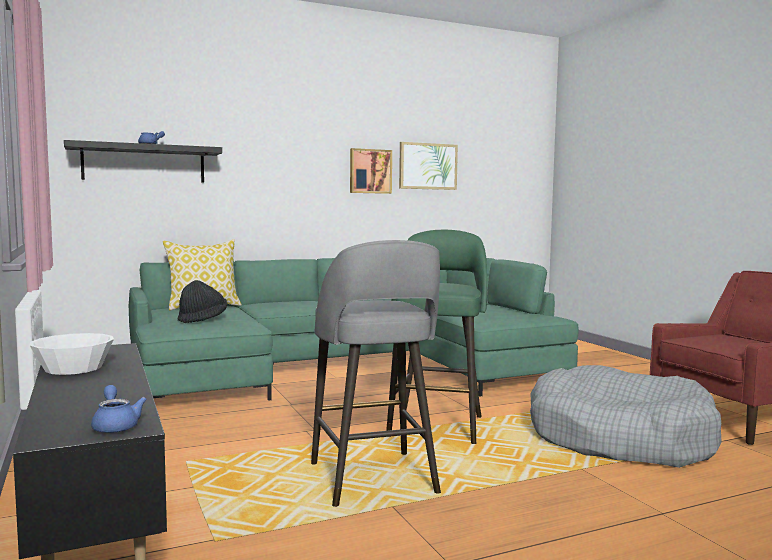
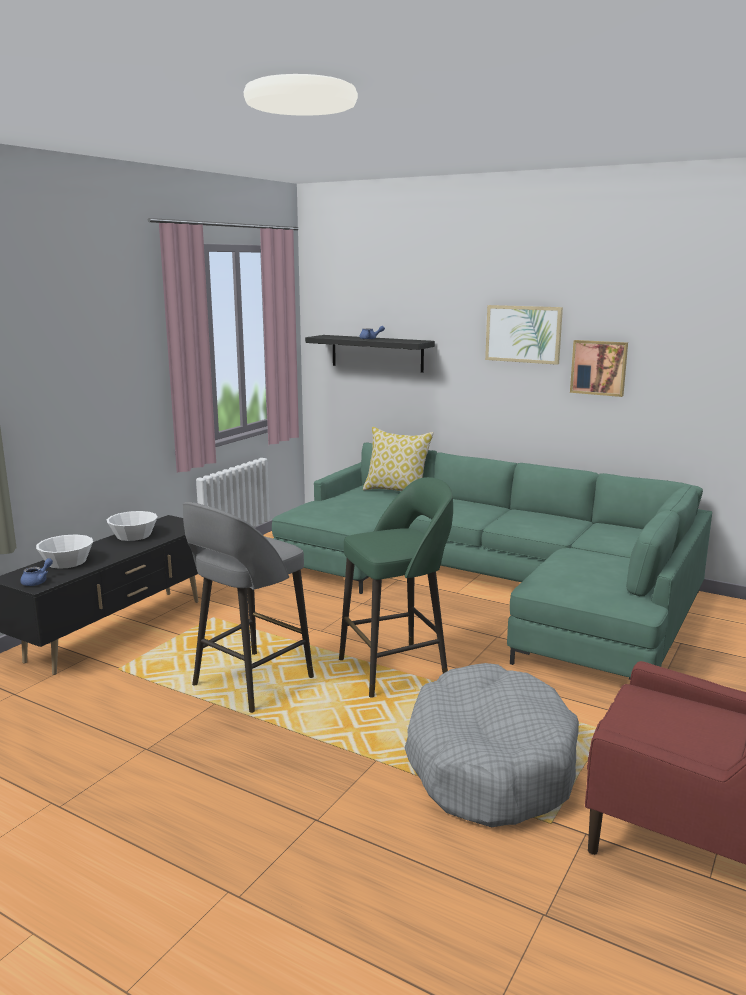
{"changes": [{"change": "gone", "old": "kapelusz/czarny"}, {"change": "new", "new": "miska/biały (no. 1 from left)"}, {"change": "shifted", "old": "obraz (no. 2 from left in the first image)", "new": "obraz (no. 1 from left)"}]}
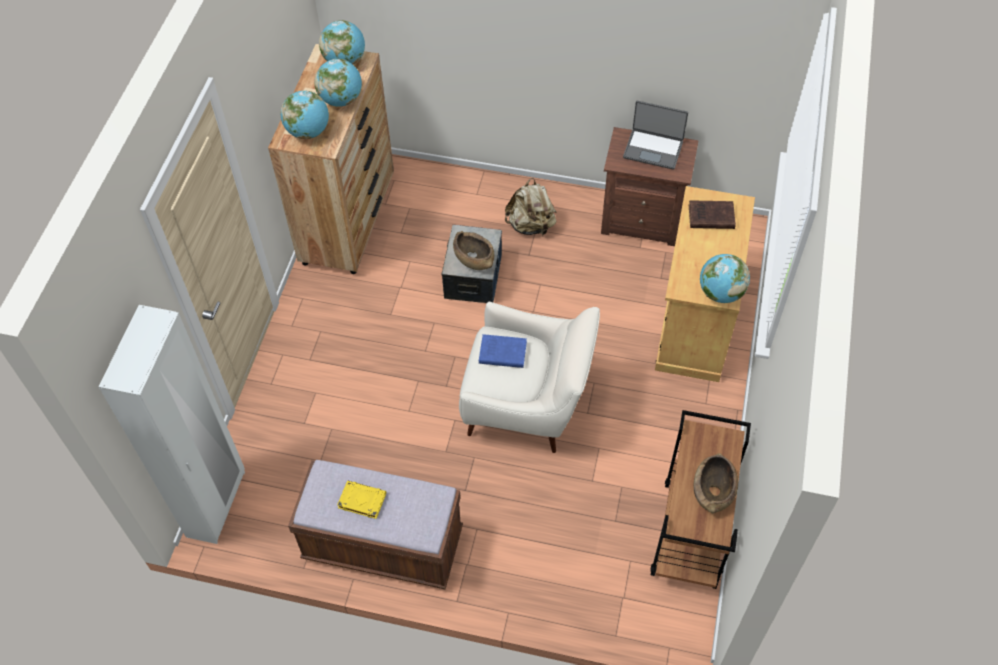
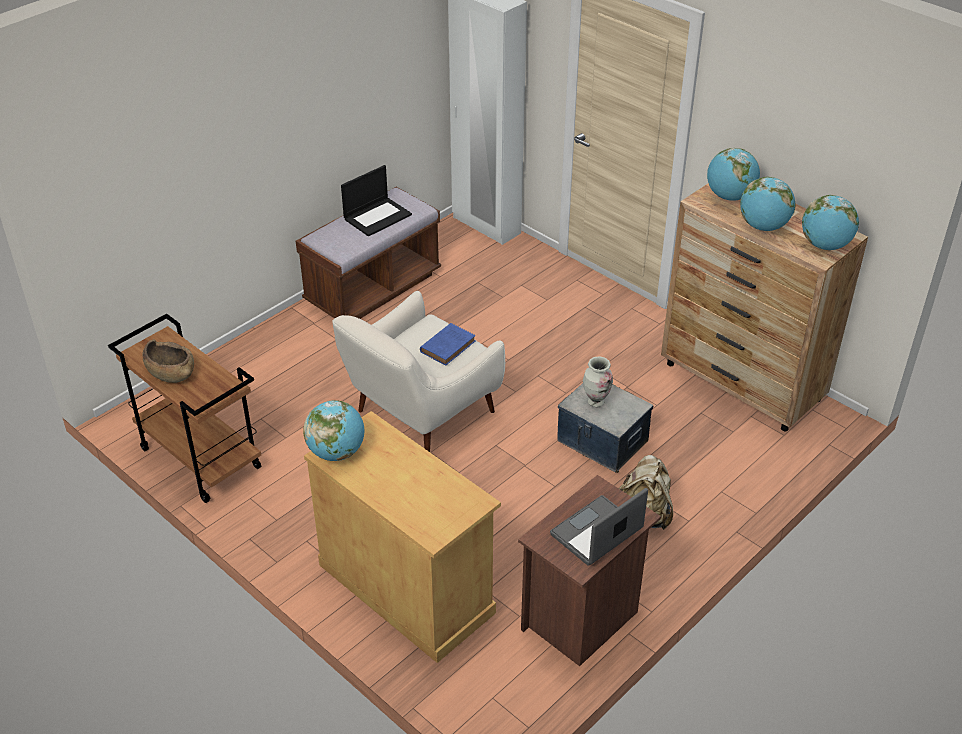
{"changes": [{"change": "gone", "old": "książka/brązowy"}, {"change": "swapped", "old": "książka/żółty", "new": "laptop (no. 1 from left)"}, {"change": "swapped", "old": "miska/brązowy (no. 1 from left)", "new": "wazon"}]}
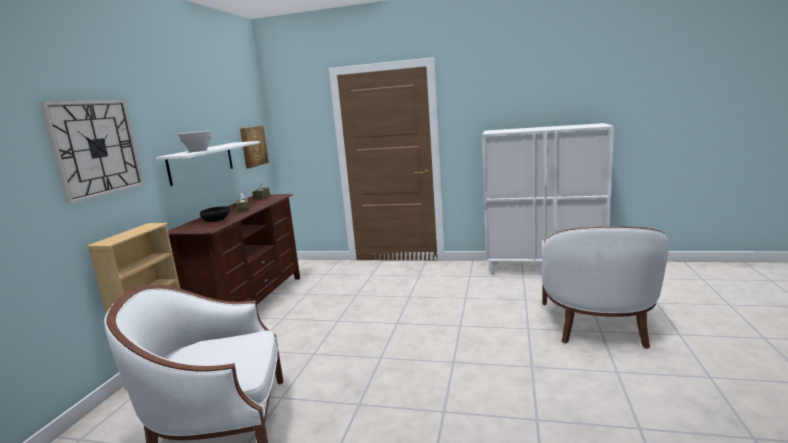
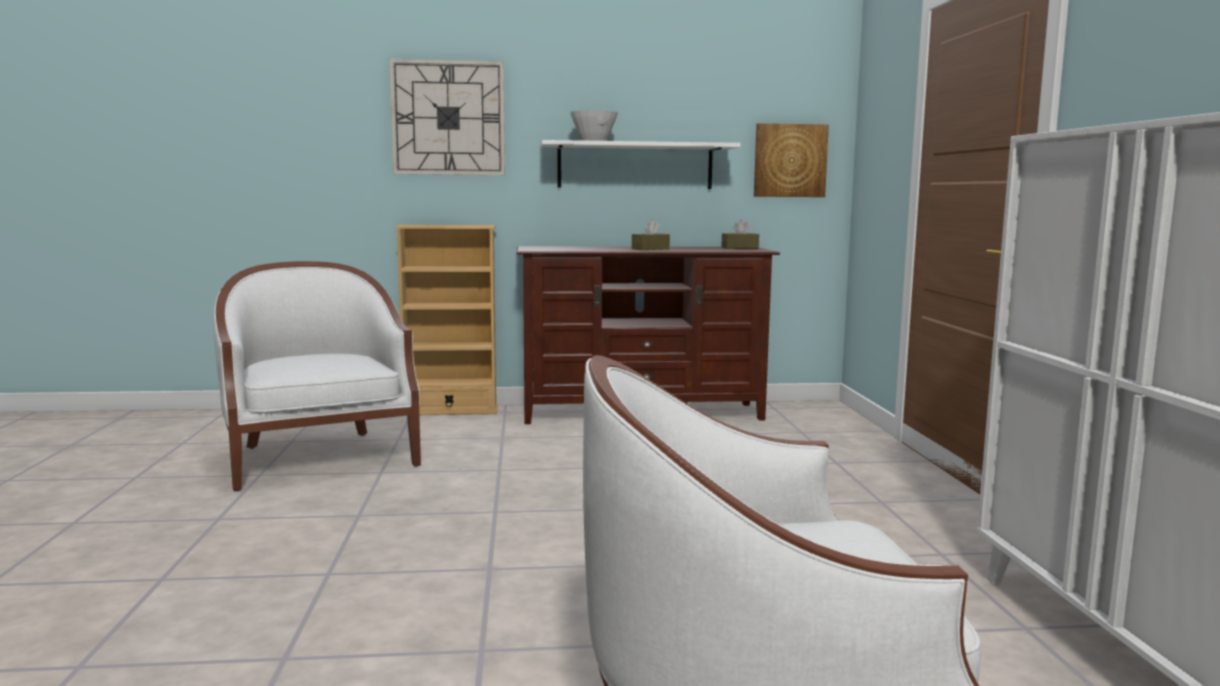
{"changes": [{"change": "gone", "old": "miska/czarny"}]}
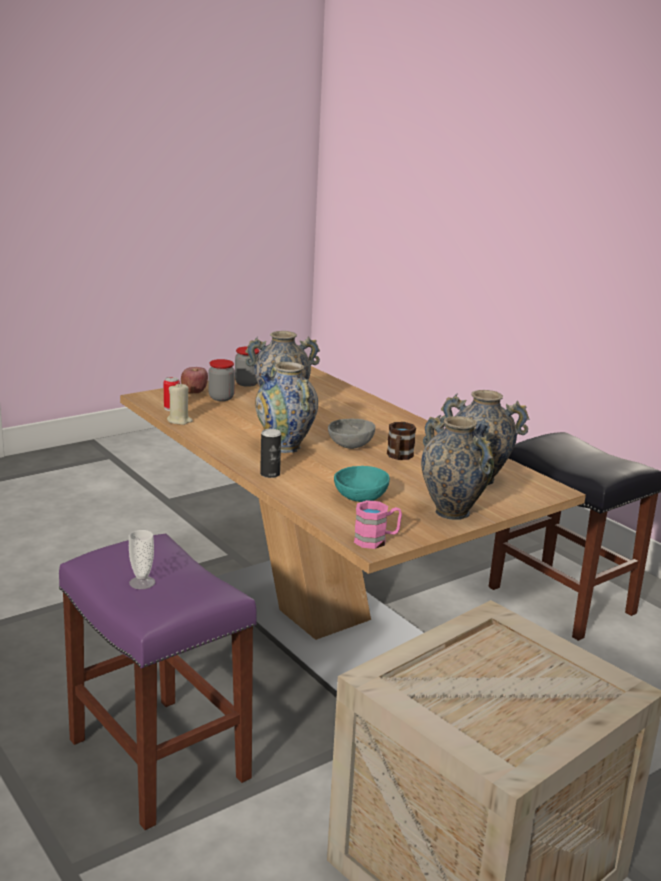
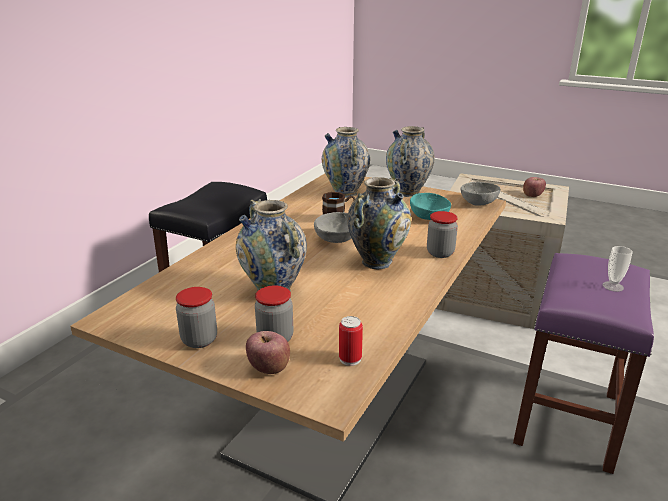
{"changes": [{"change": "gone", "old": "świeca/beżowy"}, {"change": "new", "new": "jabłko (no. 2 from left)"}, {"change": "swapped", "old": "puszka (no. 2 from left)", "new": "słoik (no. 3 from left)"}, {"change": "swapped", "old": "kubek/różowy", "new": "miska/szary (no. 2 from left)"}]}
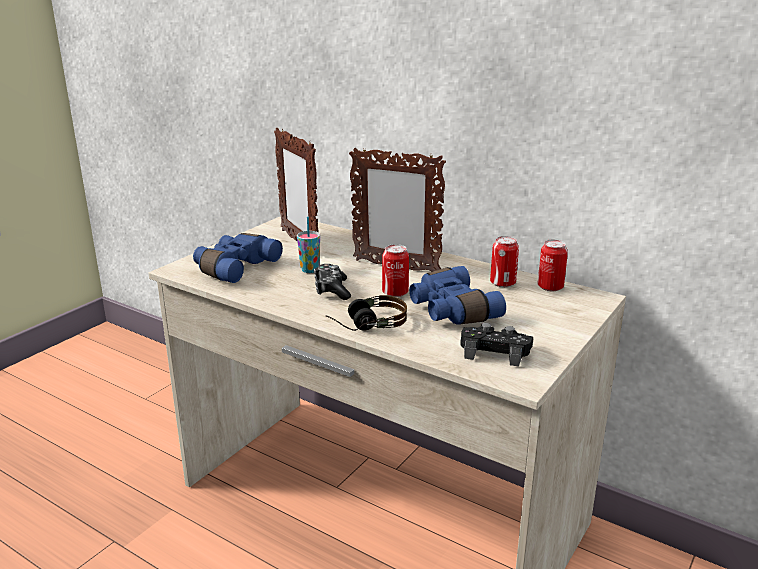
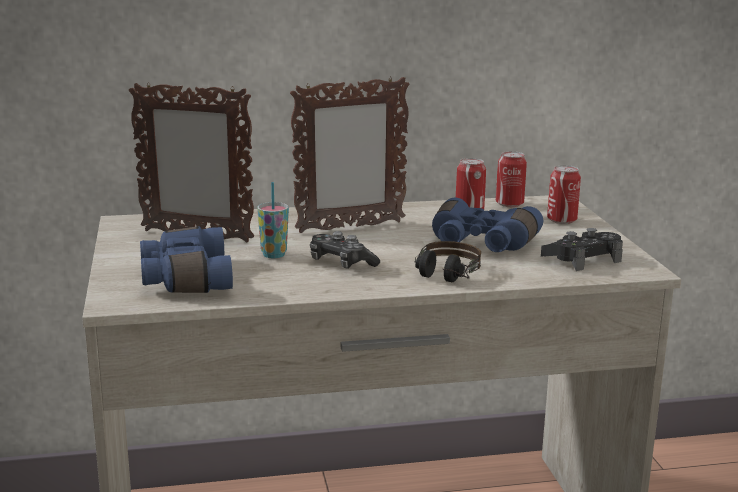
{"changes": [{"change": "shifted", "old": "puszka (no. 1 from left in the first image)", "new": "puszka (no. 3 from left)"}]}
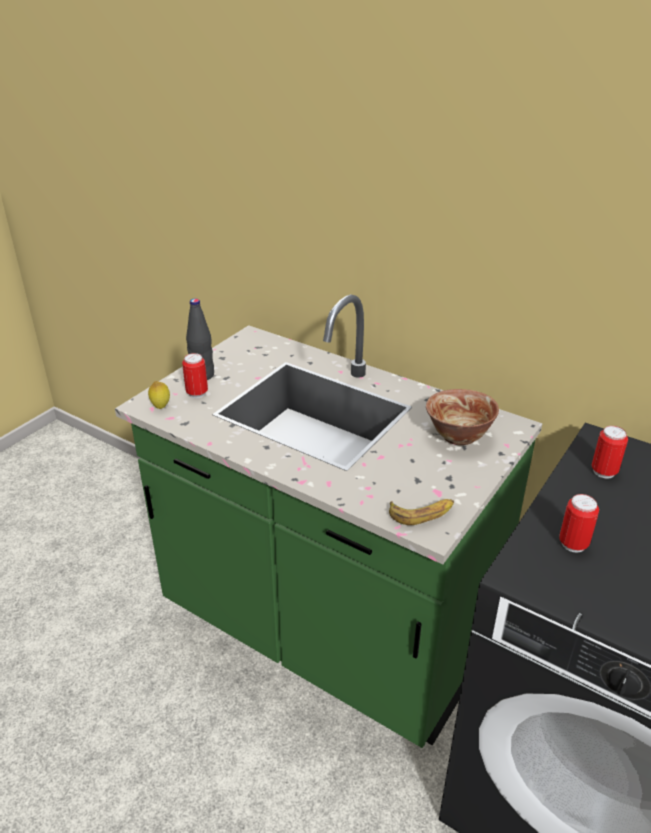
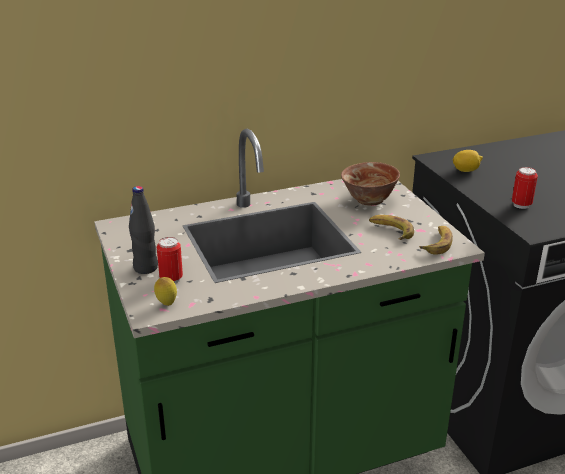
{"changes": [{"change": "new", "new": "banan (no. 1 from left)"}, {"change": "swapped", "old": "puszka (no. 3 from left)", "new": "cytryna (no. 2 from left)"}]}
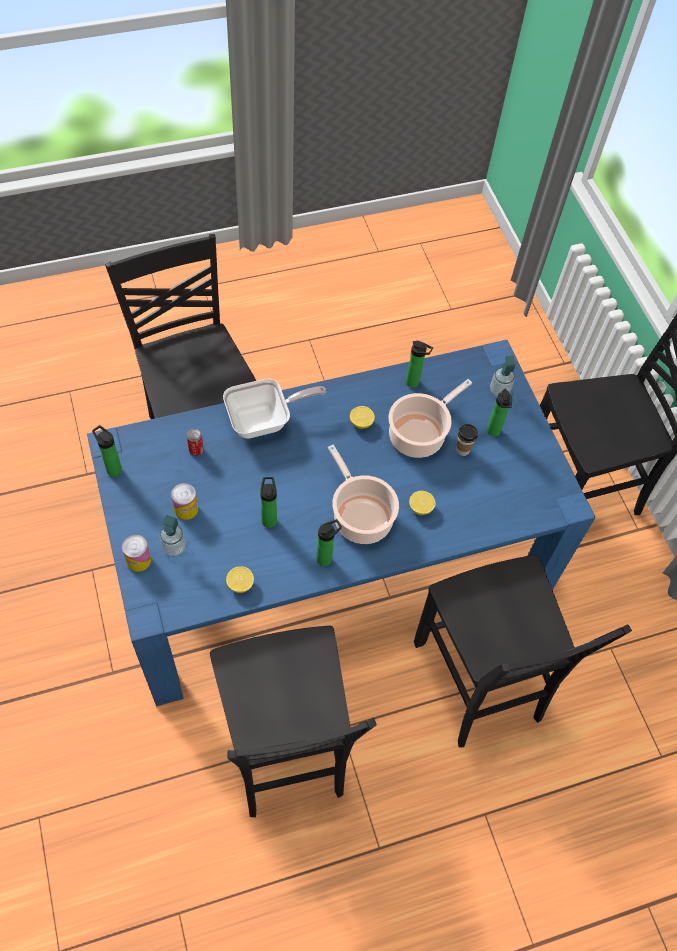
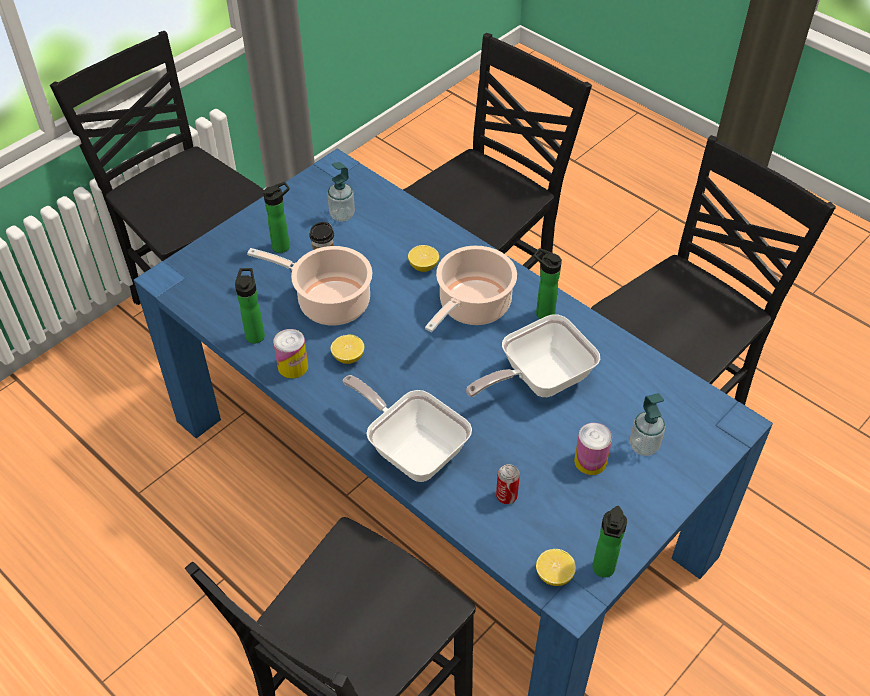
{"changes": [{"change": "shifted", "old": "puszka (no. 1 from left)"}, {"change": "shifted", "old": "cytryna (no. 1 from left in the first image)", "new": "cytryna (no. 3 from left)"}, {"change": "shifted", "old": "dozownik mydła (no. 2 from left in the first image)", "new": "dozownik mydła (no. 1 from left)"}, {"change": "swapped", "old": "butelka (no. 2 from left)", "new": "patelnia (no. 2 from left)"}]}
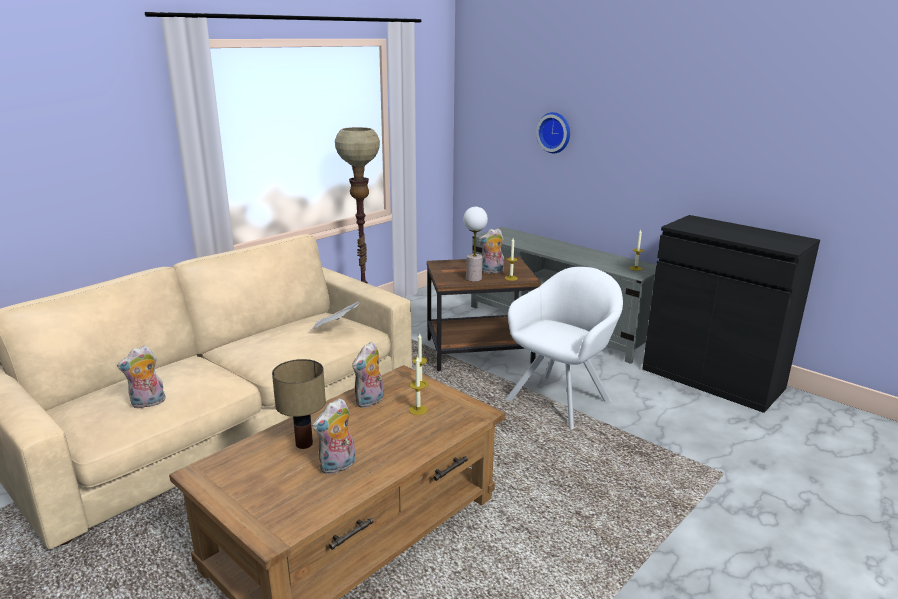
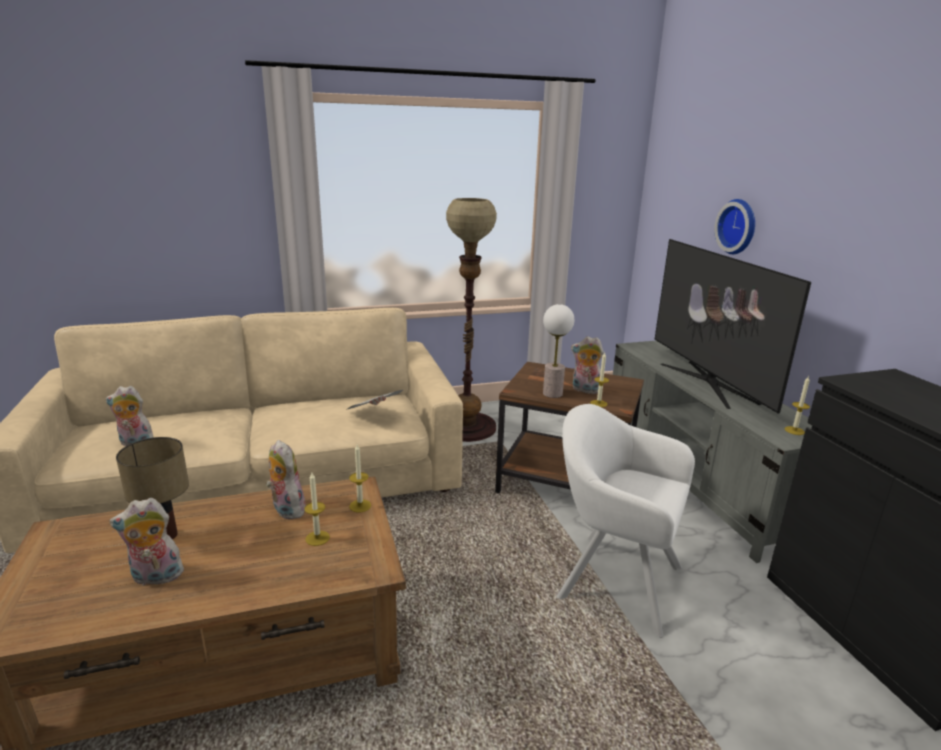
{"changes": [{"change": "new", "new": "telewizor"}, {"change": "rotated", "old": "pluszak (no. 3 from left)", "degrees": 75}, {"change": "rotated", "old": "fotel/biały", "degrees": -135}]}
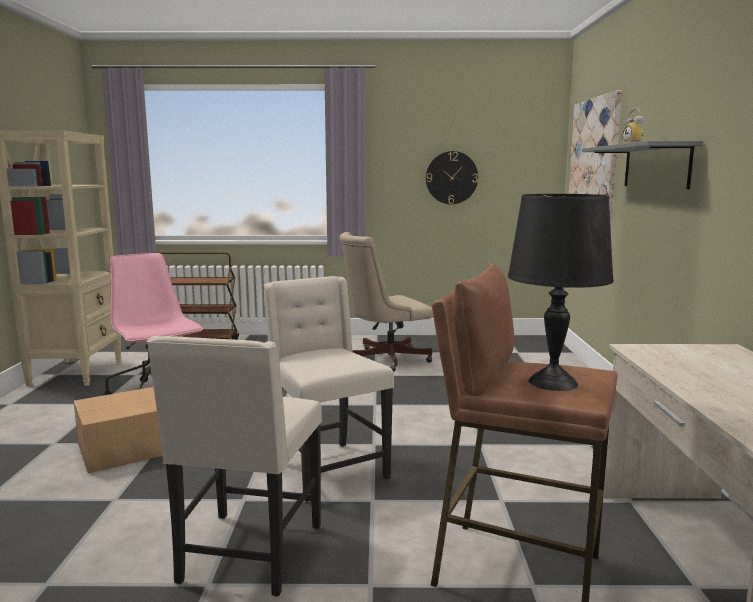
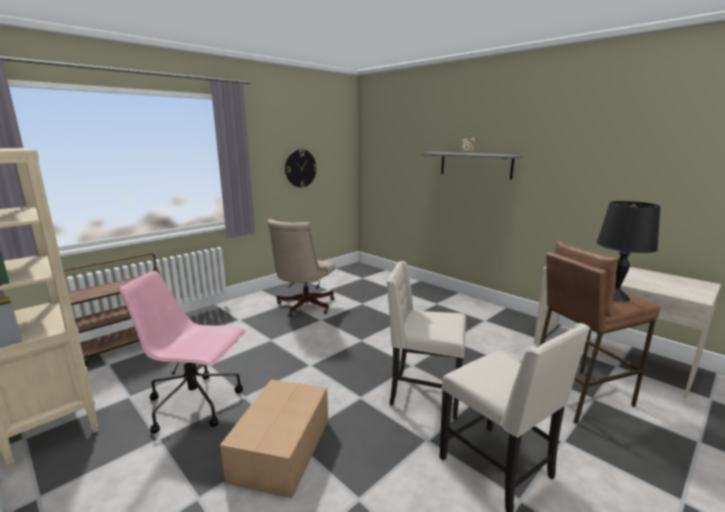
{"changes": [{"change": "gone", "old": "obraz"}]}
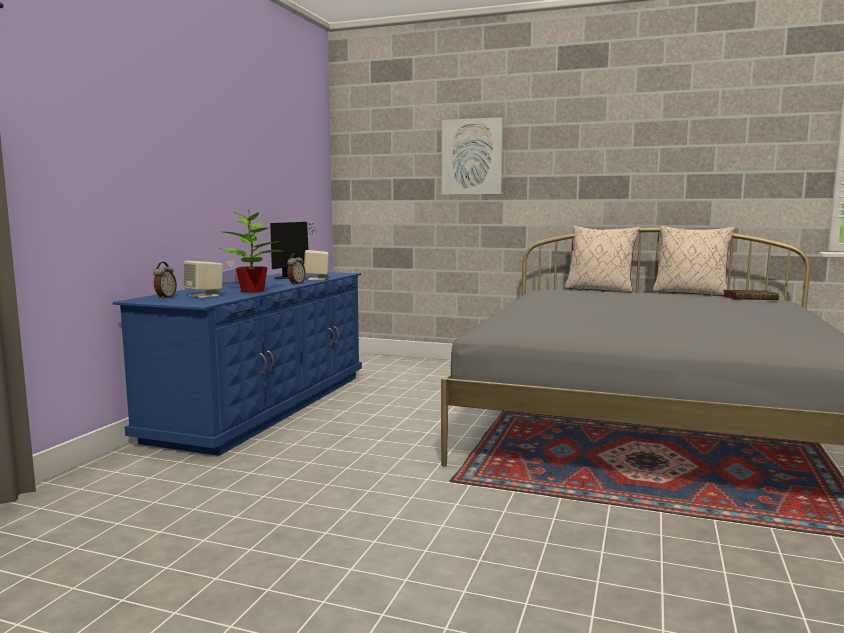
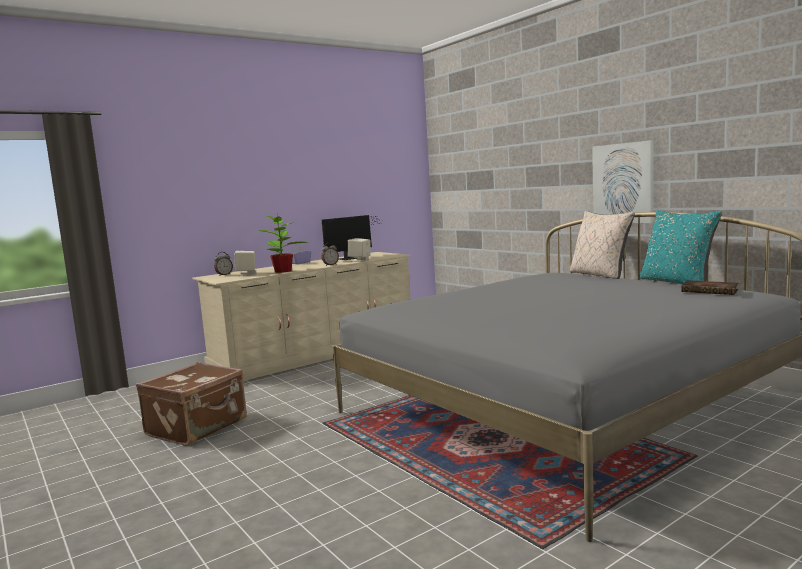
{"changes": [{"change": "new", "new": "walizka/brązowy"}, {"change": "shifted", "old": "obraz"}, {"change": "repainted", "old": "komoda/niebieski", "new": "komoda/beżowy"}, {"change": "repainted", "old": "poduszka/beżowy (no. 2 from left)", "new": "poduszka/turkusowy"}]}
